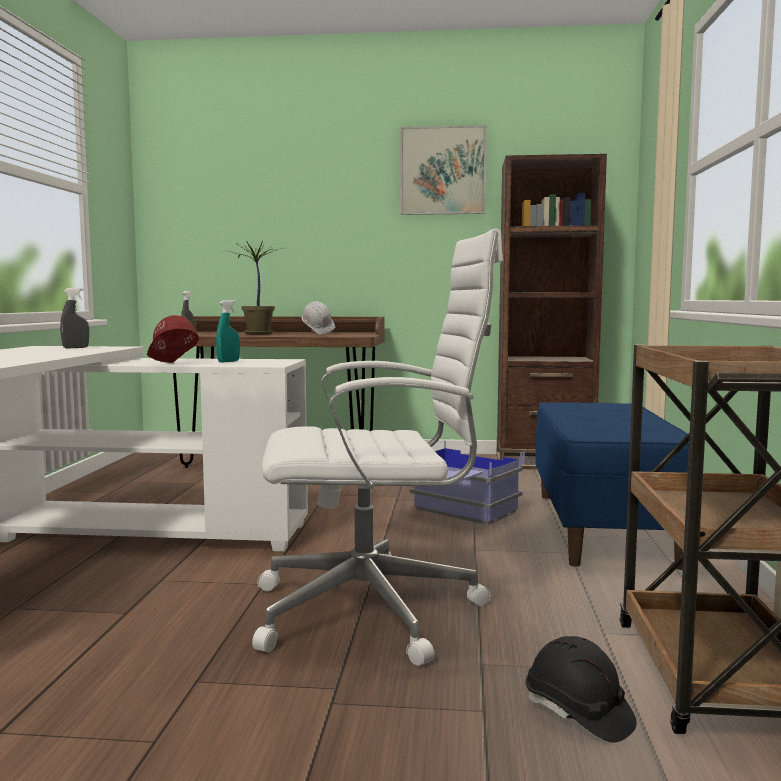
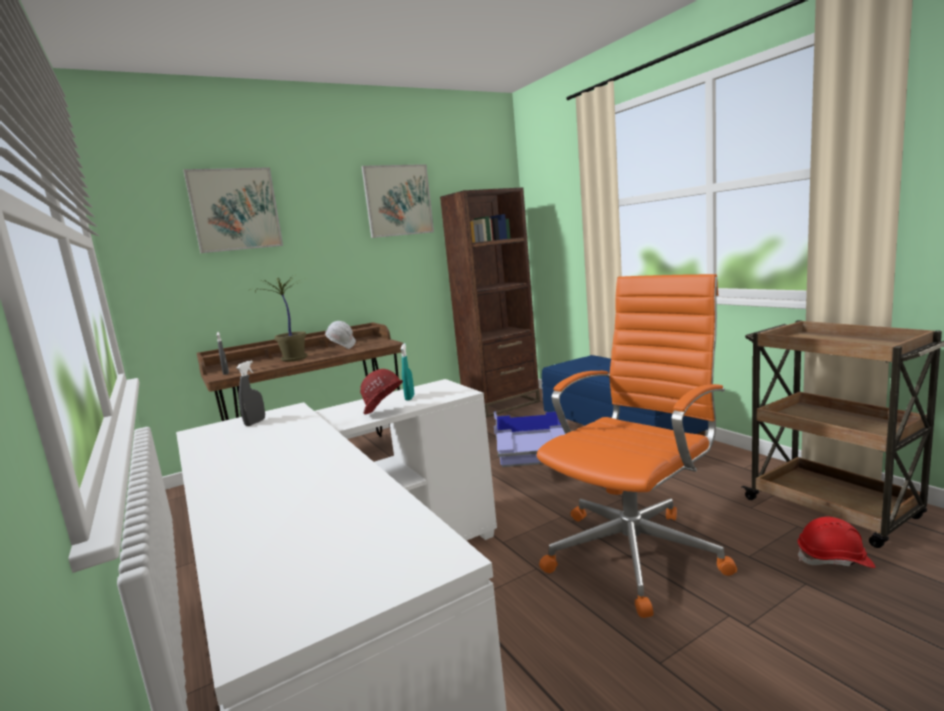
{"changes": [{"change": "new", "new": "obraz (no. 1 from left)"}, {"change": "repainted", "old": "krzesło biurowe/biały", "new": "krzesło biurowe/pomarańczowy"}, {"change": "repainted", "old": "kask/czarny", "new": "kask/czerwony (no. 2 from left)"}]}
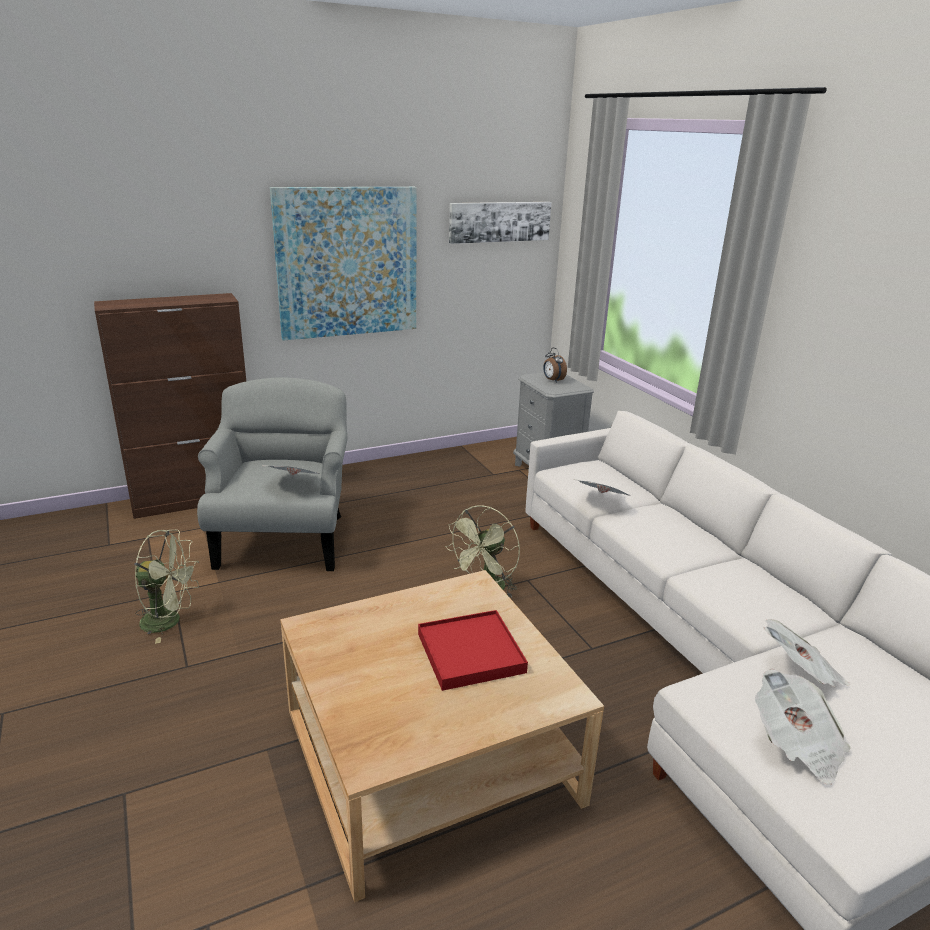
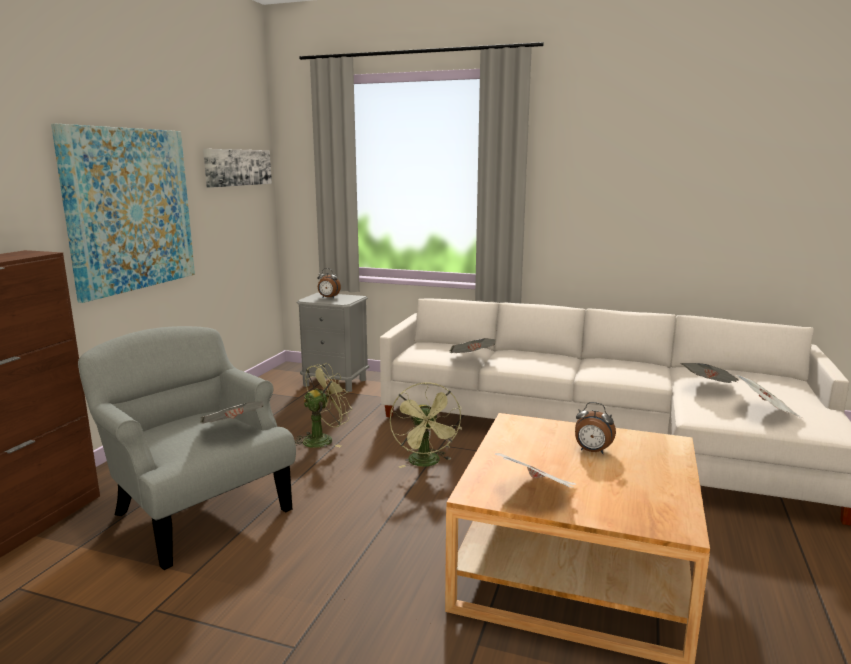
{"changes": [{"change": "new", "new": "gazeta (no. 3 from left)"}, {"change": "shifted", "old": "wentylator/zielony (no. 1 from left)"}, {"change": "swapped", "old": "taca/czerwony", "new": "budzik (no. 2 from left)"}]}
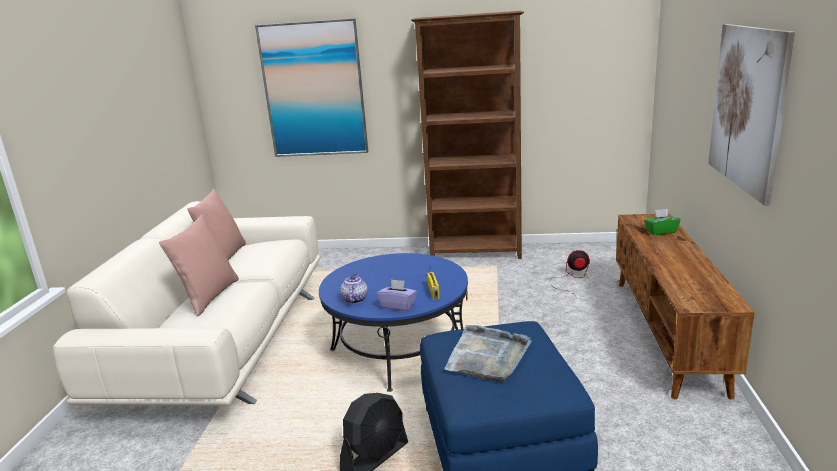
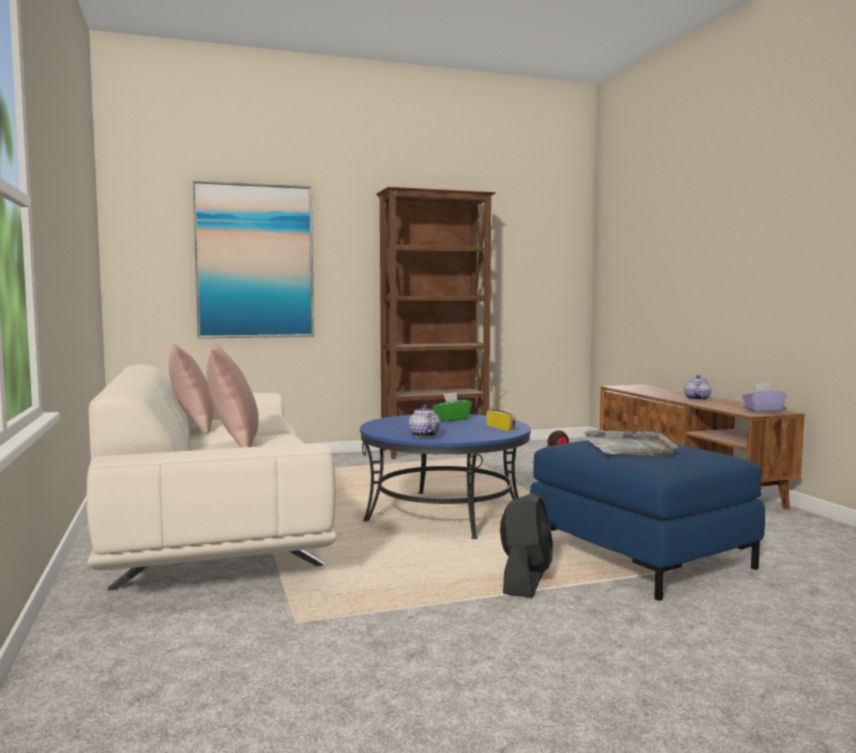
{"changes": [{"change": "gone", "old": "obraz (no. 2 from left)"}, {"change": "new", "new": "imbryk (no. 2 from left)"}, {"change": "shifted", "old": "pudełko chusteczek/fioletowy"}, {"change": "shifted", "old": "pudełko chusteczek/zielony"}]}
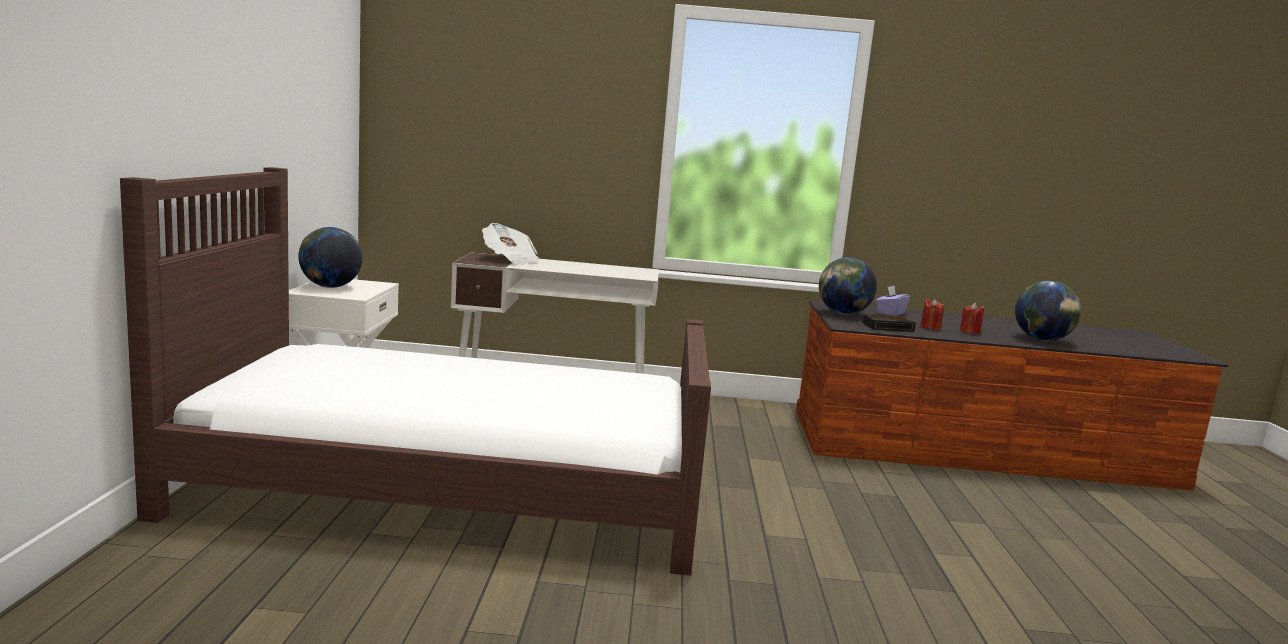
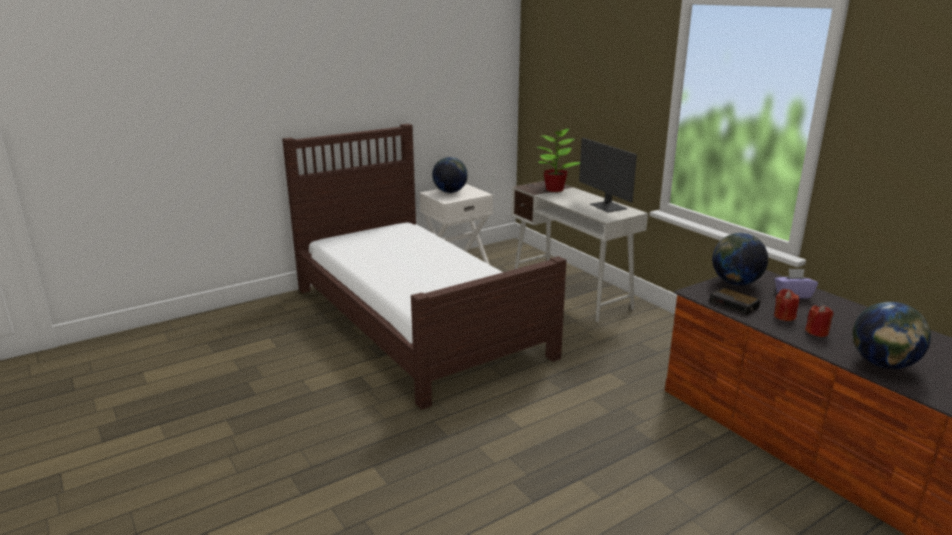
{"changes": [{"change": "new", "new": "monitor"}, {"change": "swapped", "old": "gazeta", "new": "roślina doniczkowa"}]}
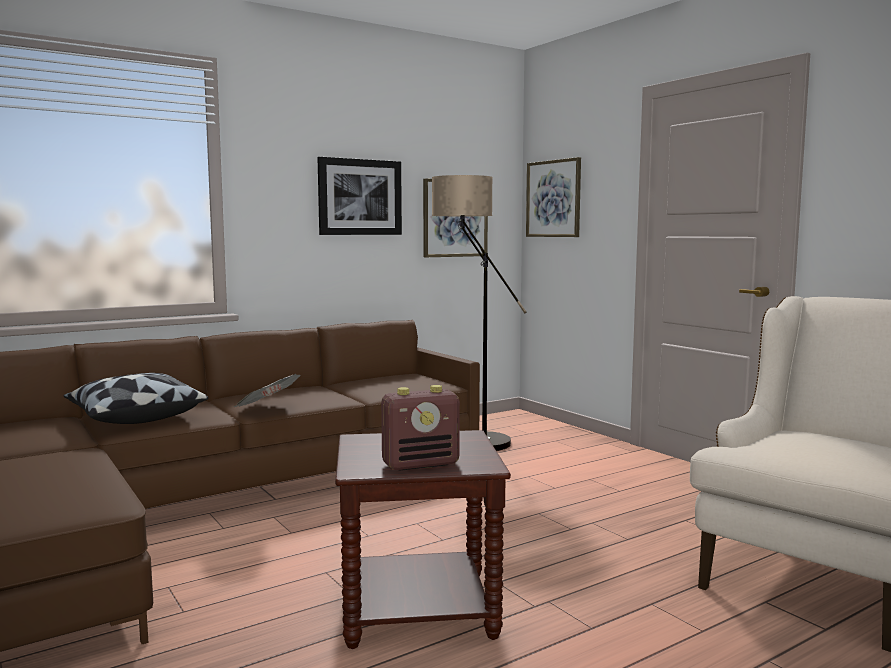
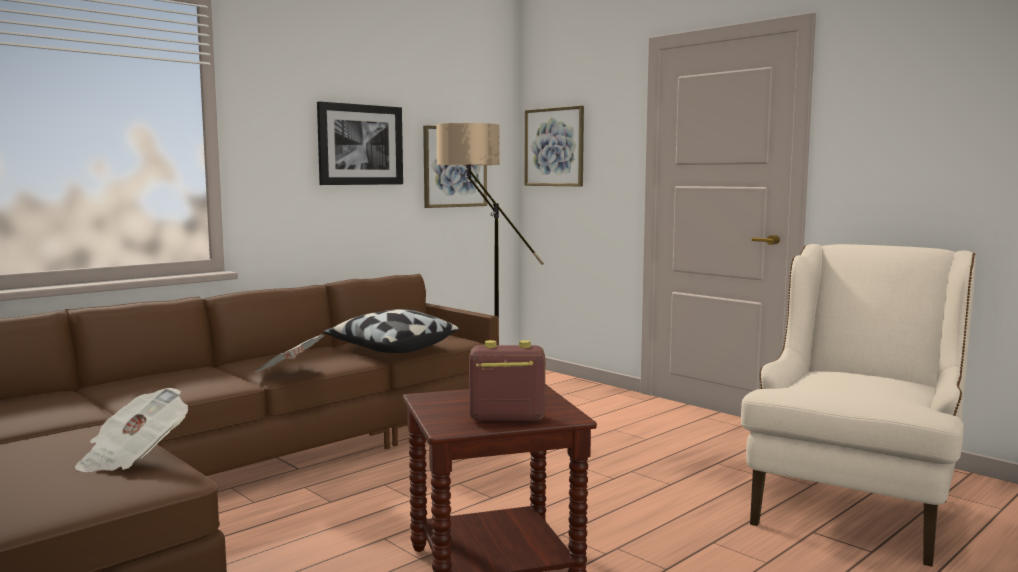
{"changes": [{"change": "new", "new": "gazeta (no. 1 from left)"}, {"change": "shifted", "old": "poduszka"}, {"change": "rotated", "old": "radio", "degrees": -150}]}
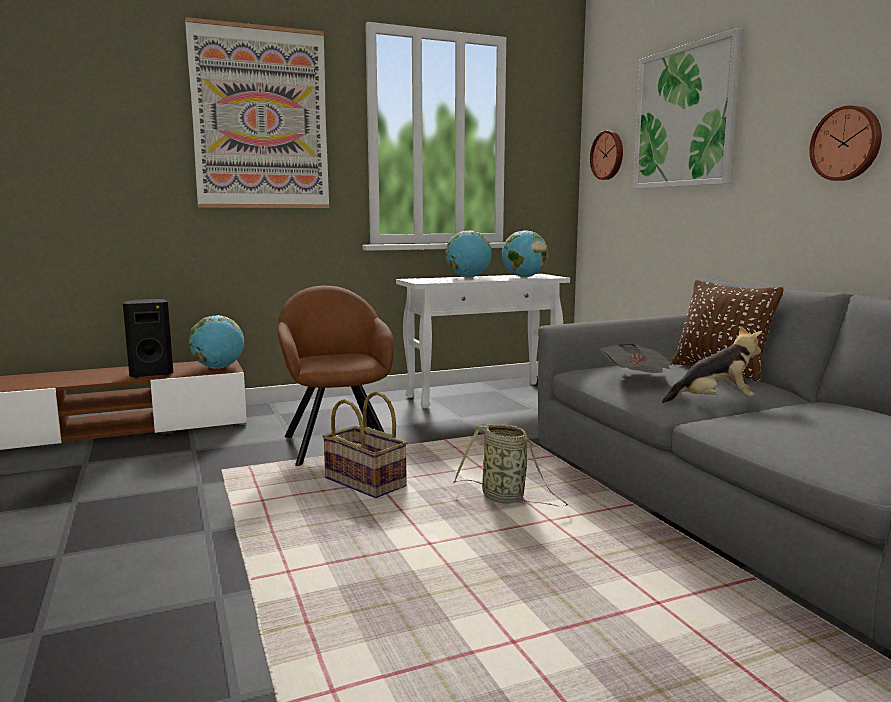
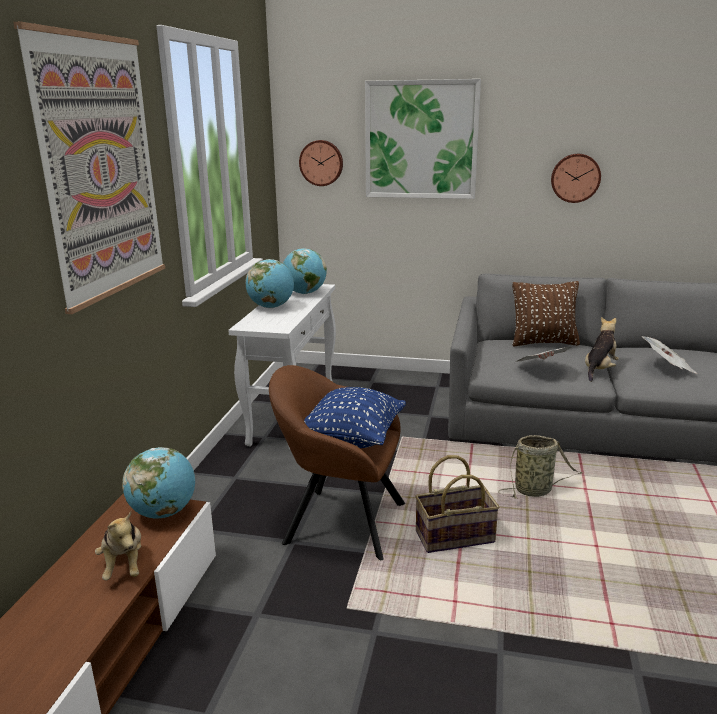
{"changes": [{"change": "new", "new": "poduszka/niebieski"}, {"change": "new", "new": "gazeta (no. 2 from left)"}, {"change": "swapped", "old": "głośnik/czarny", "new": "pluszak (no. 1 from left)"}]}
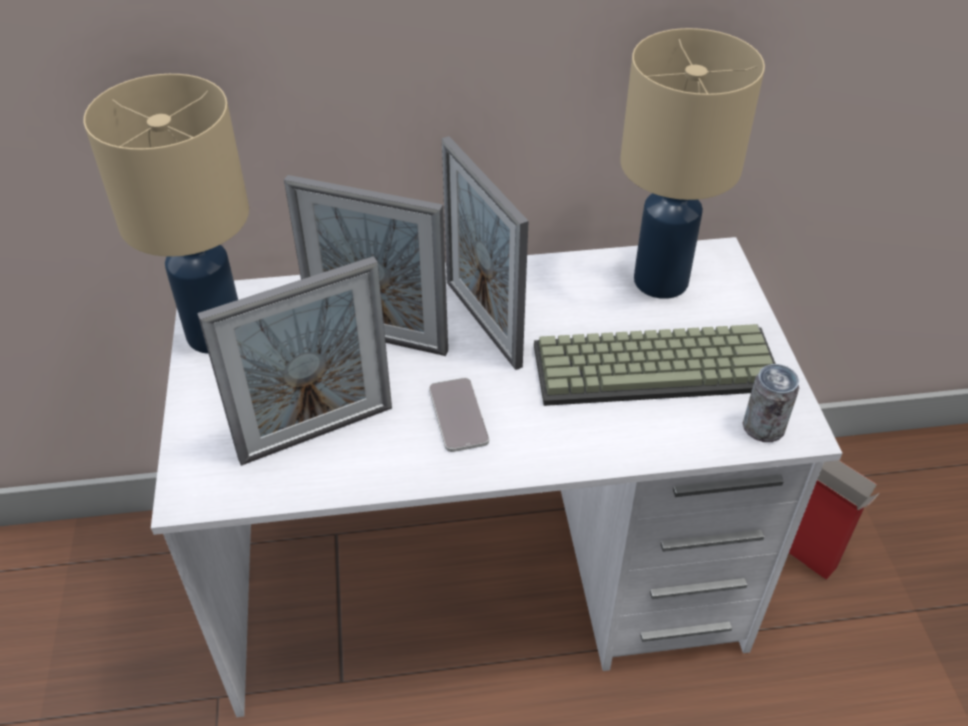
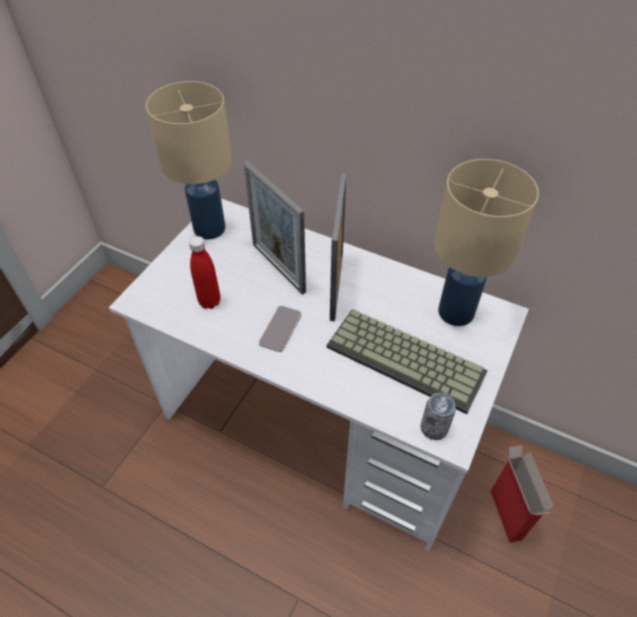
{"changes": [{"change": "swapped", "old": "ramka na zdjęcie (no. 1 from left)", "new": "butelka/czerwony"}]}
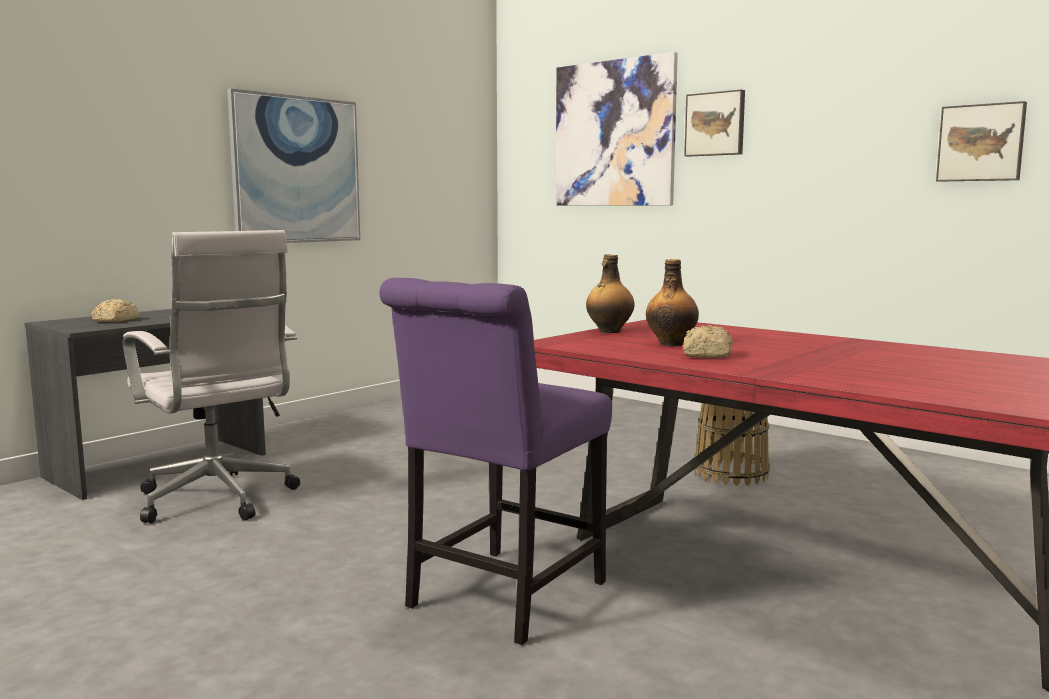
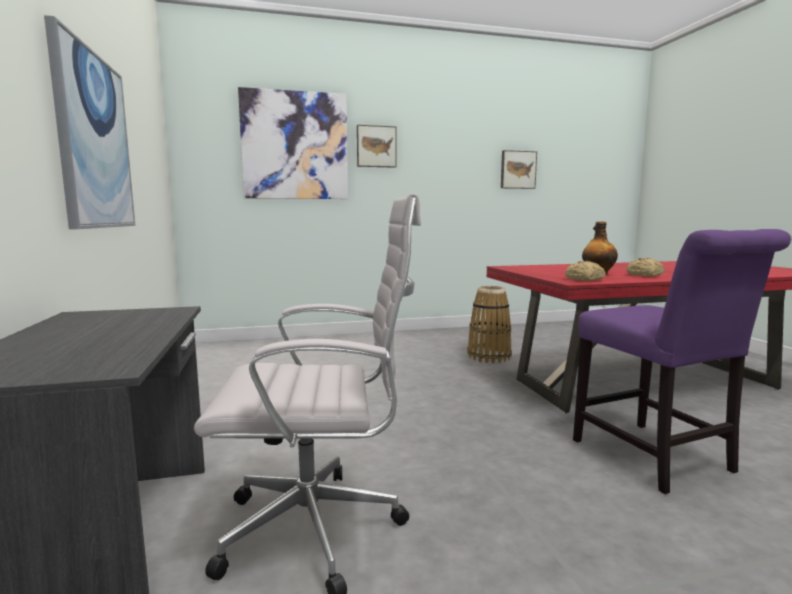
{"changes": [{"change": "gone", "old": "butelka (no. 1 from left)"}, {"change": "shifted", "old": "chleb (no. 1 from left)"}]}
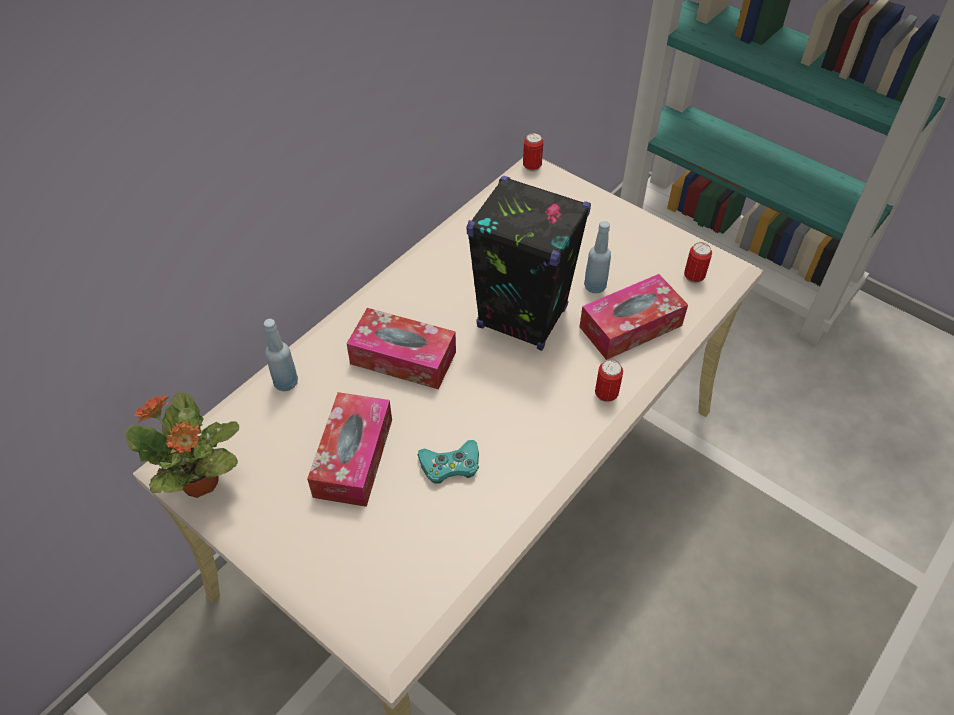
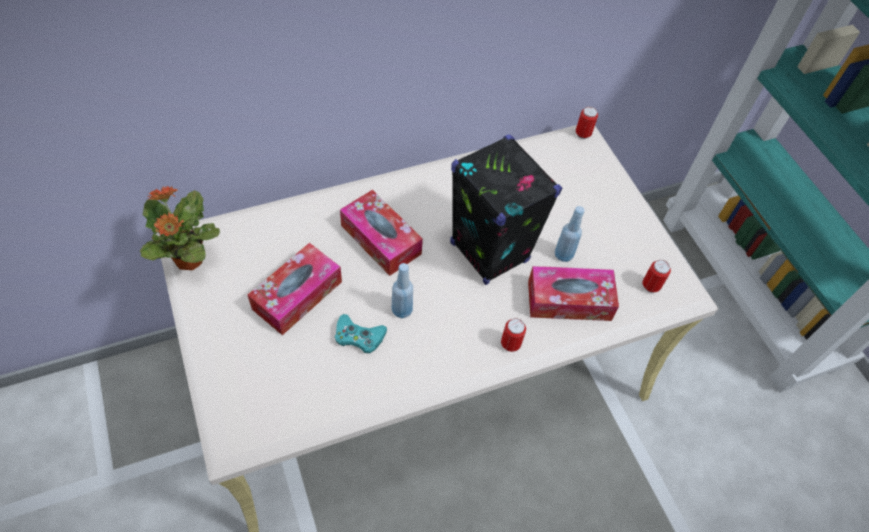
{"changes": [{"change": "shifted", "old": "butelka/niebieski (no. 1 from left)"}]}
